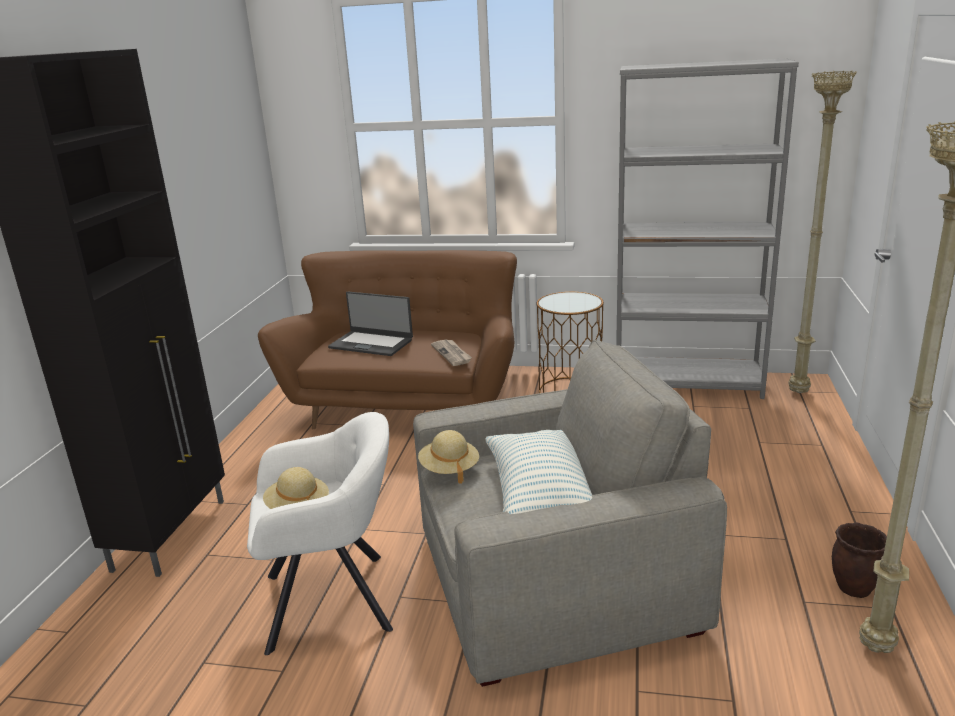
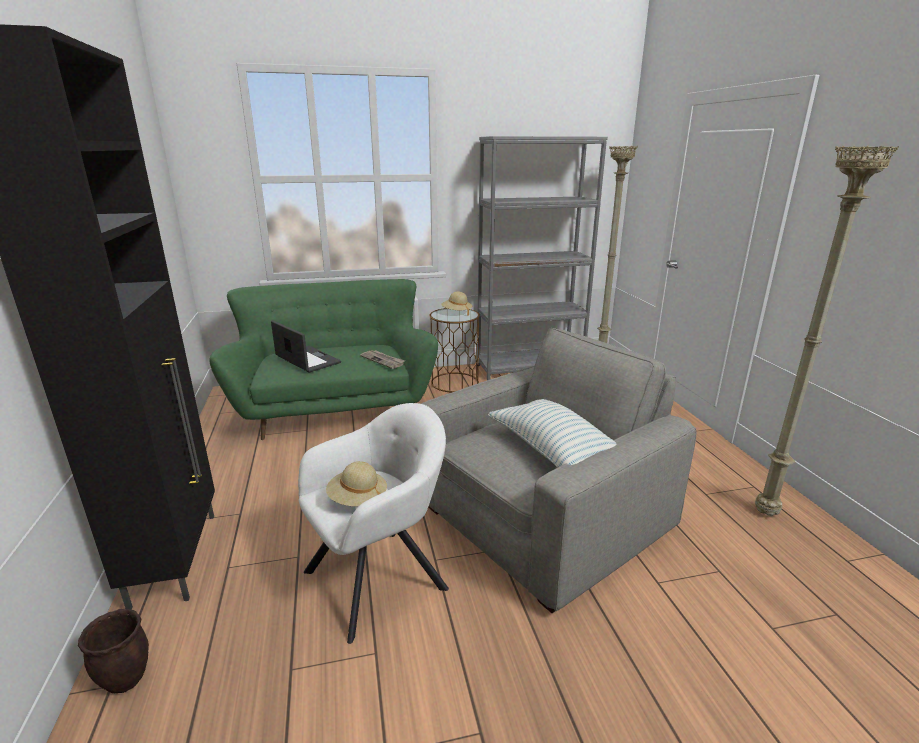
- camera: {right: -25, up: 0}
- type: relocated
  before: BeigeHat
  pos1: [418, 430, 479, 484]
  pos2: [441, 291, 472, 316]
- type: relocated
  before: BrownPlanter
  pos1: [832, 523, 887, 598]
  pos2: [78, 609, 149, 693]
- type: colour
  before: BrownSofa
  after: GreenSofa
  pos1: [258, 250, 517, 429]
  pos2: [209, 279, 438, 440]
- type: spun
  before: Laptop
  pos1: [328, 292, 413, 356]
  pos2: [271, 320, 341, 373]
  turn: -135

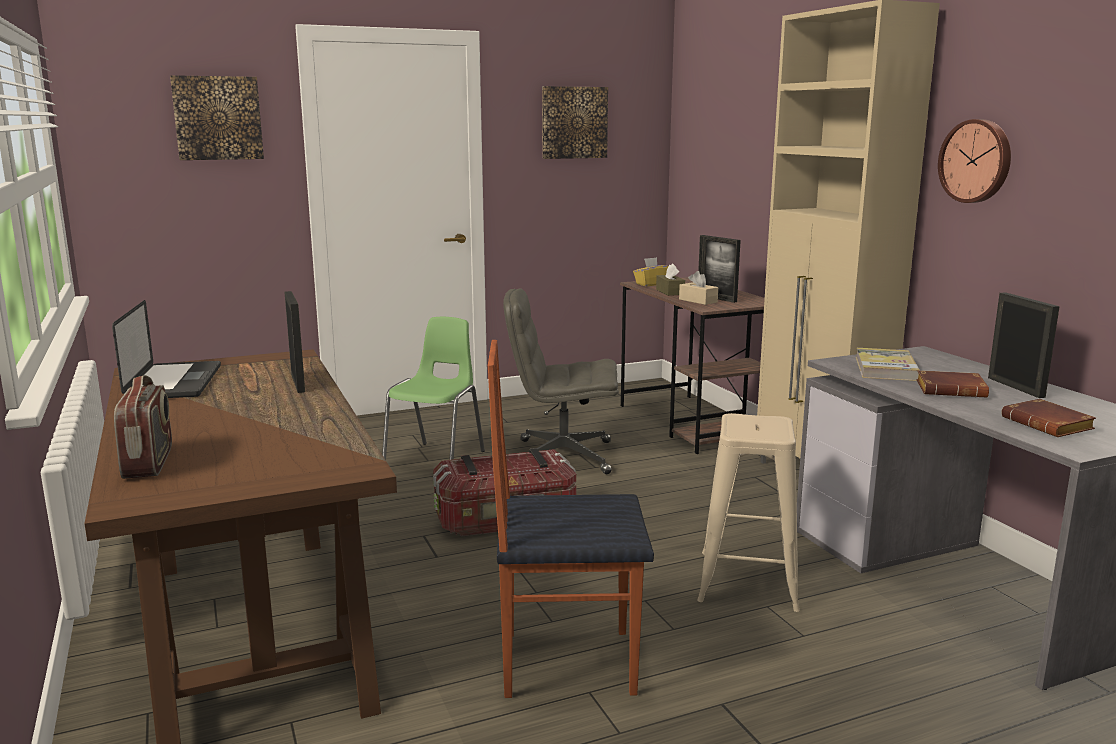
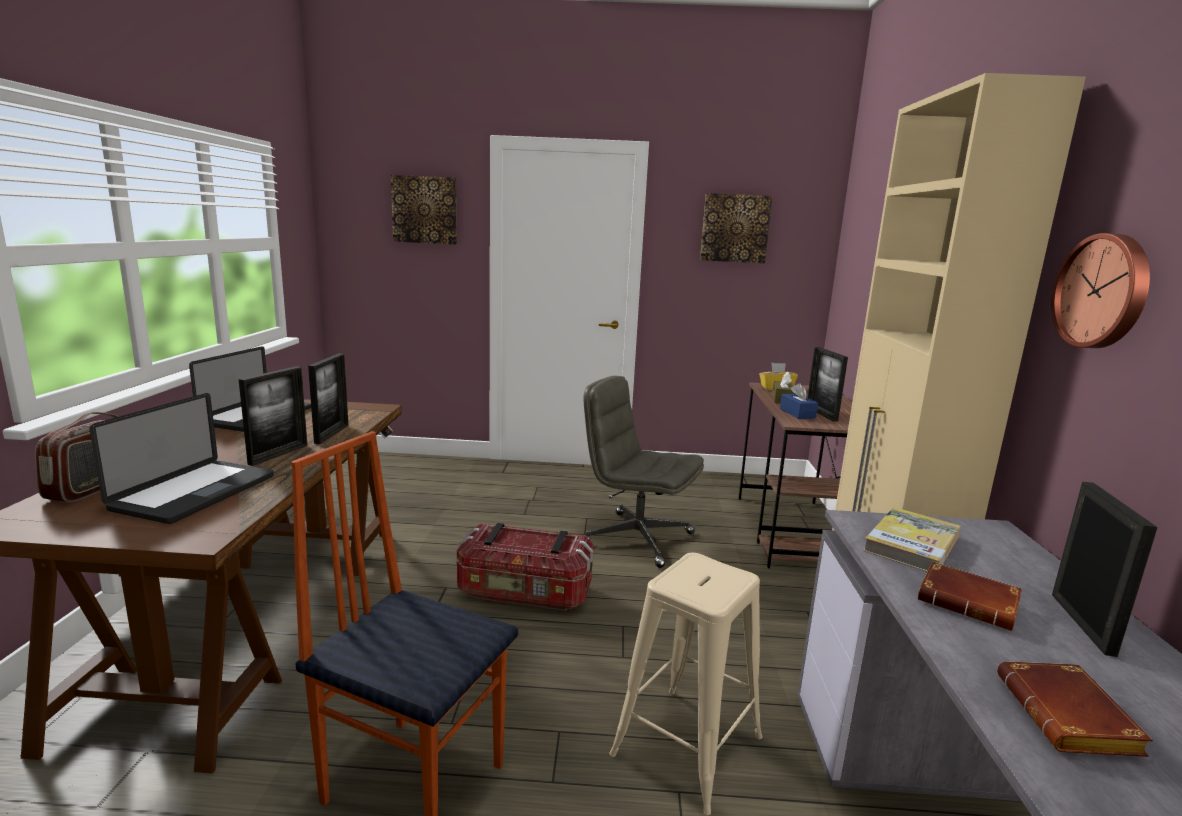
- camera: {right: 25, up: 0}
- type: missing
  before: GreenChair
  pos1: [382, 317, 485, 460]
- type: appeared
  after: Laptop
  pos2: [89, 393, 274, 524]
- type: appeared
  after: PictureFrame
  pos2: [239, 366, 308, 466]
- type: colour
  before: BeigeTissueBox
  after: BlueTissueBox
  pos1: [679, 271, 718, 305]
  pos2: [780, 383, 818, 419]

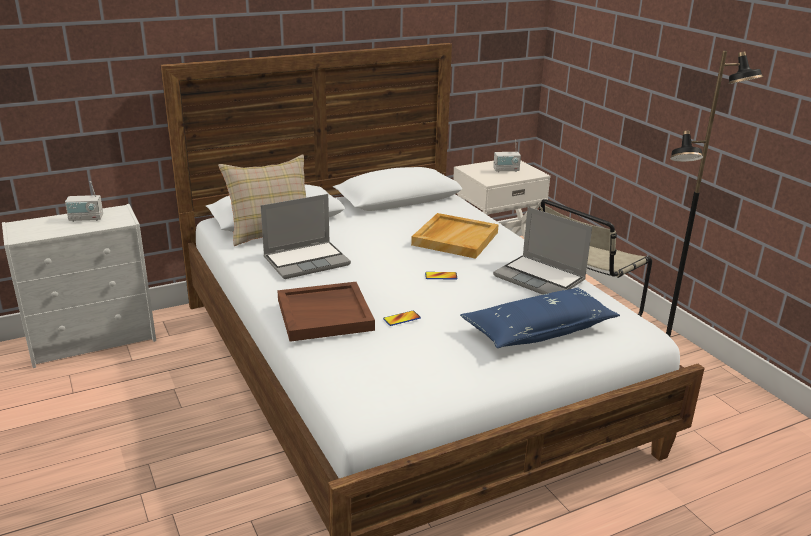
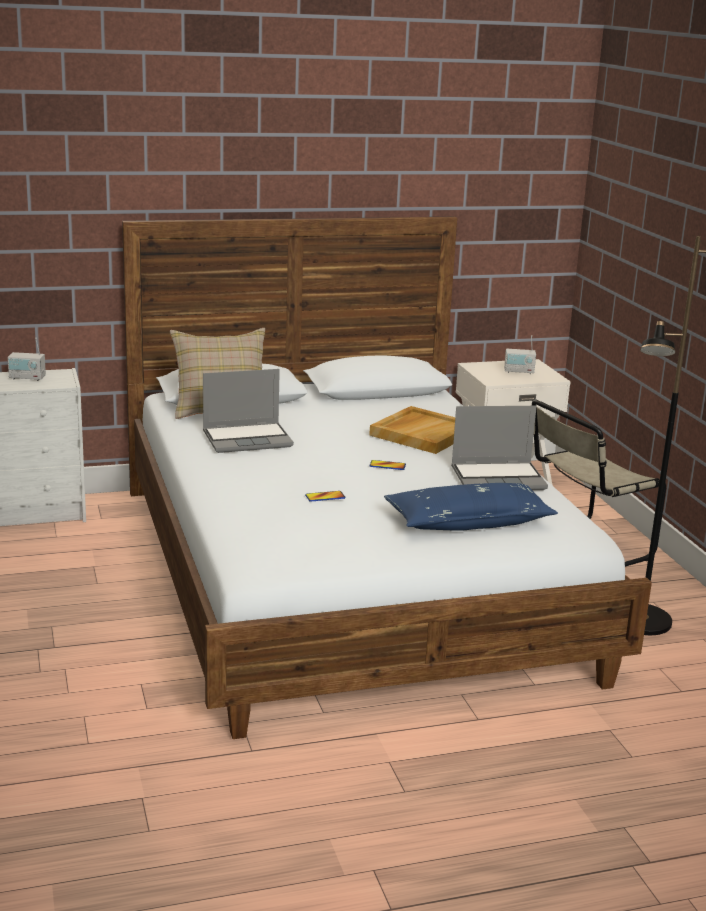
- camera: {right: 10, up: -5}
- type: missing
  before: BrownTray
  pos1: [277, 282, 375, 342]
- type: spun
  before: Laptop
  pos1: [493, 207, 592, 295]
  pos2: [451, 406, 548, 490]
  turn: -60

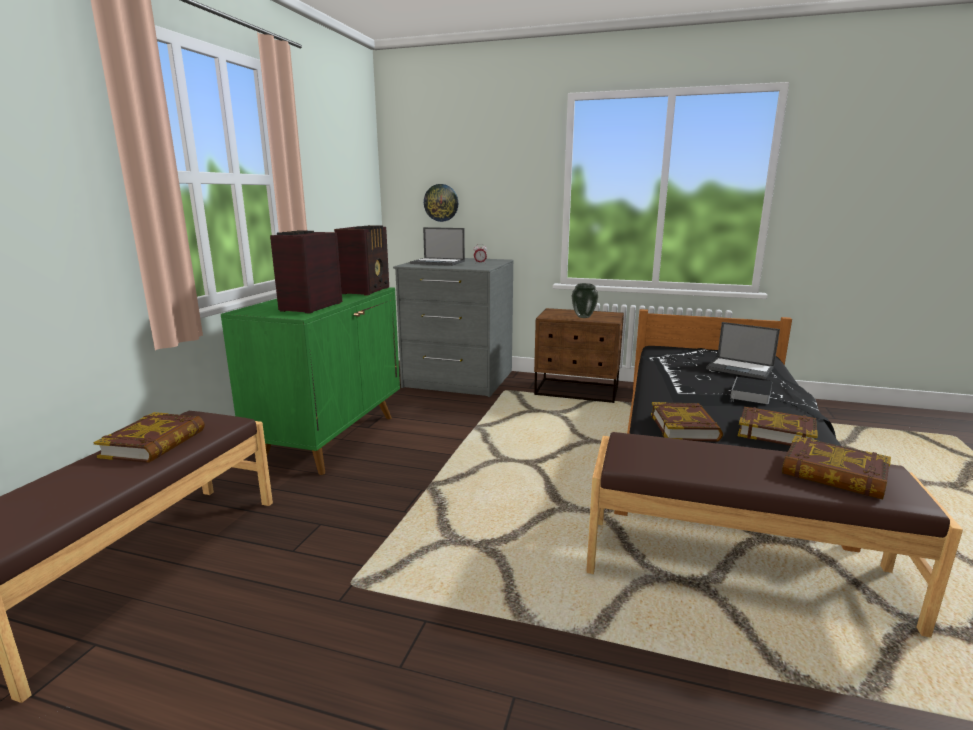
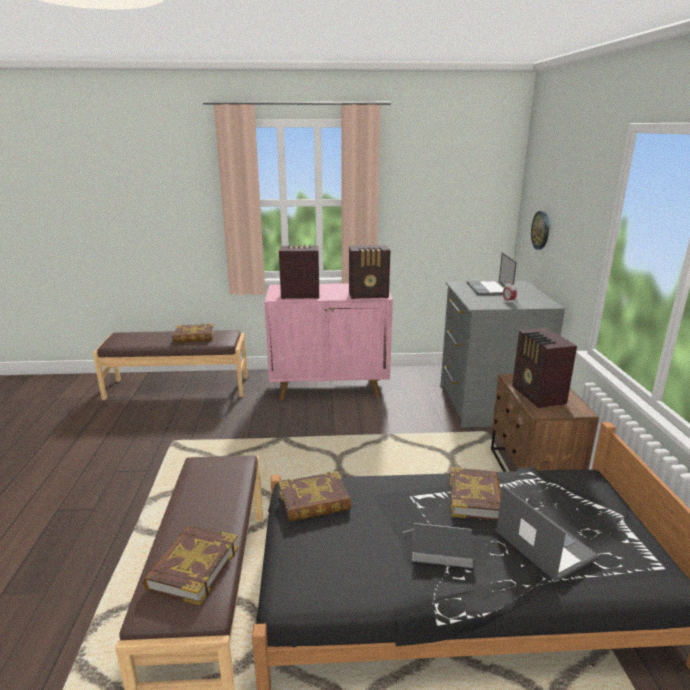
- camera: {right: 70, up: 5}
- type: relocated
  before: Book
  pos1: [738, 407, 818, 446]
  pos2: [449, 467, 501, 521]
- type: exchanged
  before: Vase
  after: Radio
  pos1: [572, 283, 598, 318]
  pos2: [512, 328, 577, 408]
- type: colour
  before: GreenCabinet
  after: PinkCabinet
  pos1: [221, 287, 400, 475]
  pos2: [264, 283, 393, 400]
- type: spun
  before: Laptop
  pos1: [706, 322, 780, 379]
  pos2: [496, 486, 599, 582]
  turn: 135

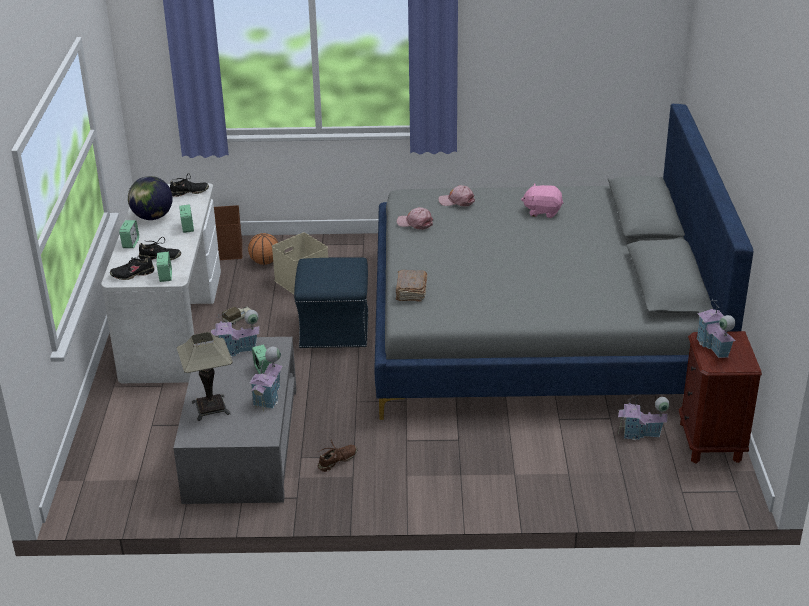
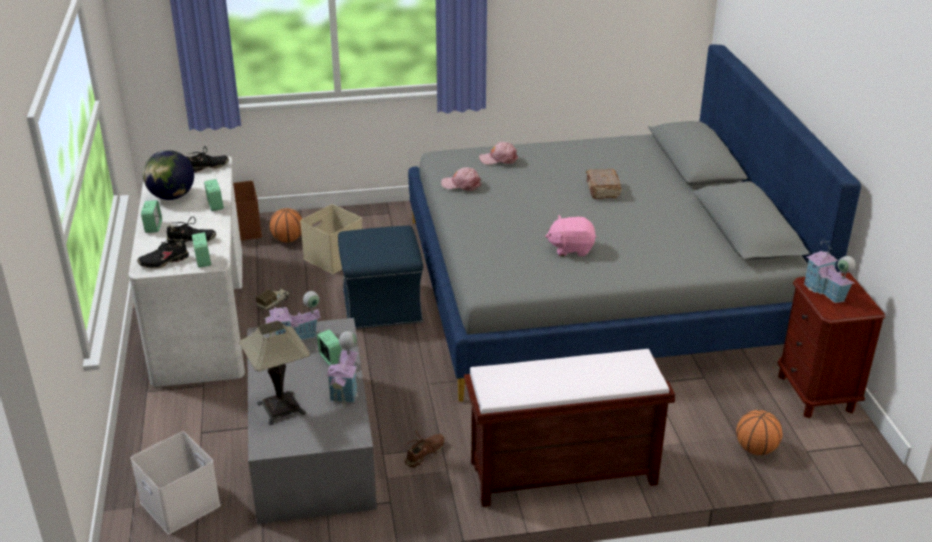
- camera: {right: -10, up: 0}
- type: missing
  before: ToyHouse
  pos1: [618, 395, 670, 440]
- type: appeared
  after: WhiteStorageBox
  pos2: [130, 432, 221, 534]
- type: appeared
  after: BrownBench
  pos2: [464, 349, 675, 507]
- type: appeared
  after: Basketball
  pos2: [736, 410, 783, 455]
- type: relocated
  before: BrownBook
  pos1: [396, 270, 427, 302]
  pos2: [586, 169, 622, 199]
- type: relocated
  before: PinkPlushToy
  pos1: [521, 183, 563, 218]
  pos2: [545, 215, 596, 256]

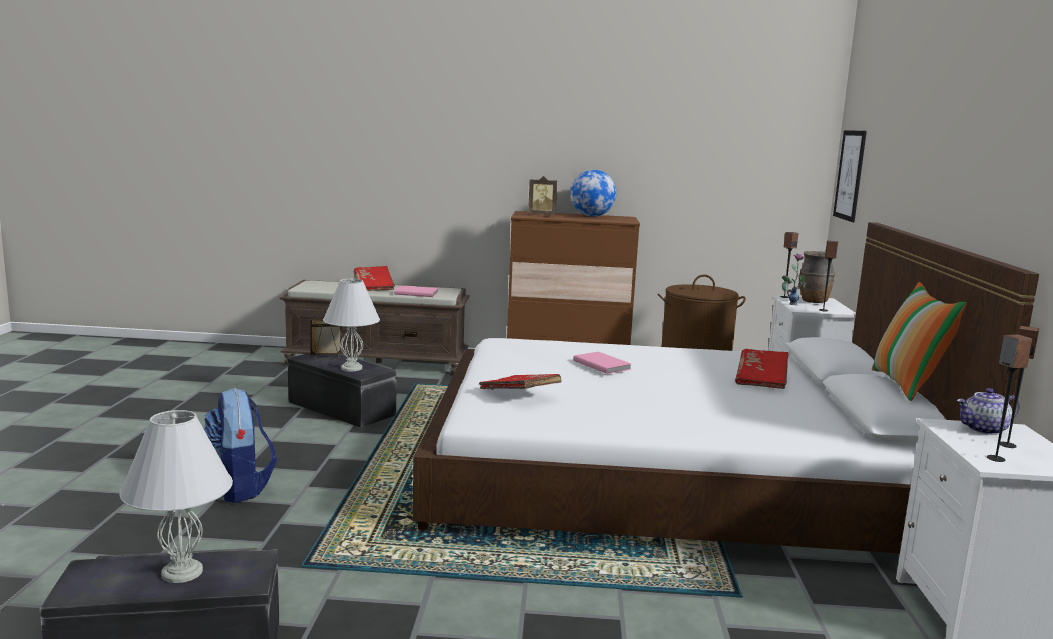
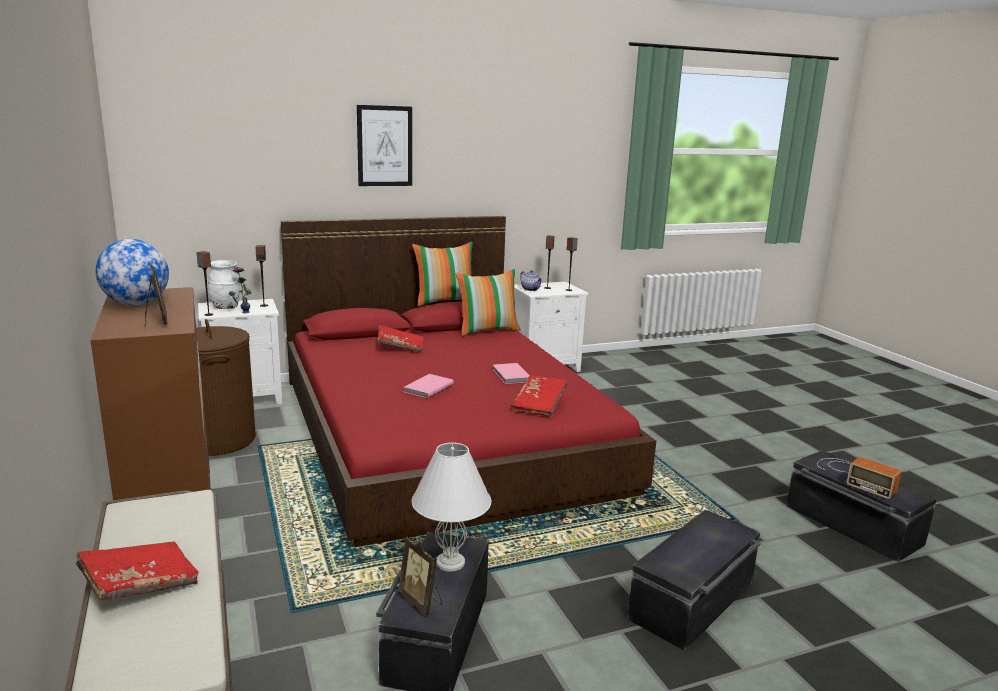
- camera: {right: -115, up: 5}
- type: appeared
  after: Pillow
  pos2: [455, 269, 521, 336]
- type: relocated
  before: PinkBook
  pos1: [394, 286, 439, 297]
  pos2: [492, 363, 530, 384]
- type: relocated
  before: Picture
  pos1: [833, 131, 867, 222]
  pos2: [357, 105, 412, 186]
- type: exchanged
  before: WhiteTableLamp
  after: Radio
  pos1: [120, 410, 233, 583]
  pos2: [817, 457, 901, 499]
- type: exchanged
  before: Backpack
  after: BlackStorageBox
  pos1: [204, 388, 277, 503]
  pos2: [627, 510, 761, 651]
- type: colour
  before: WhiteBed
  after: RedBed
  pos1: [413, 222, 1039, 553]
  pos2: [281, 216, 656, 547]
- type: colour
  before: BrownVase
  after: WhiteVase
  pos1: [799, 251, 835, 303]
  pos2: [208, 260, 240, 309]

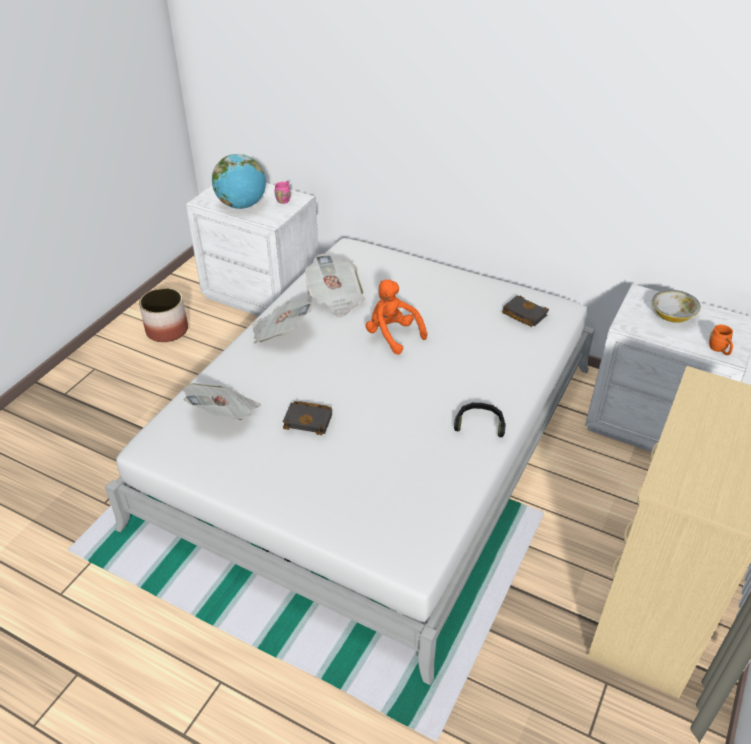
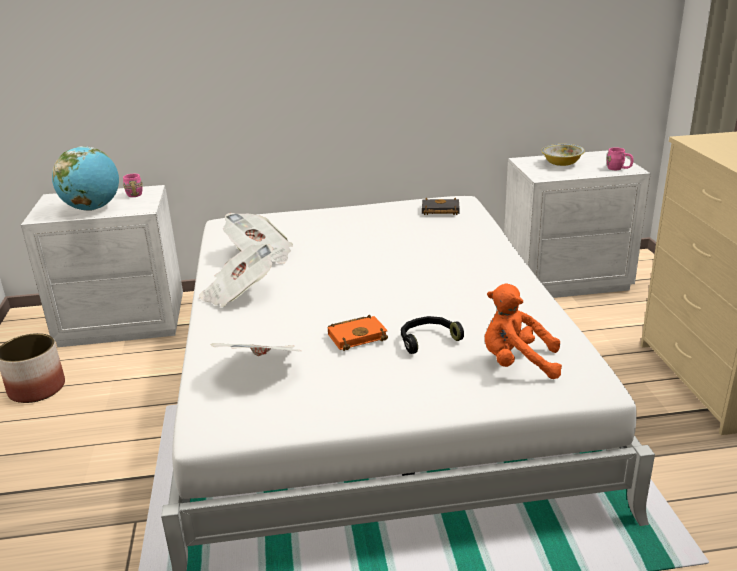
- camera: {right: -35, up: -15}
- type: relocated
  before: OrangePlushToy
  pos1: [365, 279, 427, 355]
  pos2: [485, 284, 562, 379]
- type: relocated
  before: BlackHeadphones
  pos1: [454, 403, 506, 437]
  pos2: [401, 316, 464, 354]
- type: colour
  before: BlackBook
  after: OrangeBook
  pos1: [283, 401, 332, 435]
  pos2: [328, 315, 388, 351]
- type: colour
  before: OrangeMug
  after: PinkMug
  pos1: [709, 325, 733, 355]
  pos2: [607, 147, 634, 170]

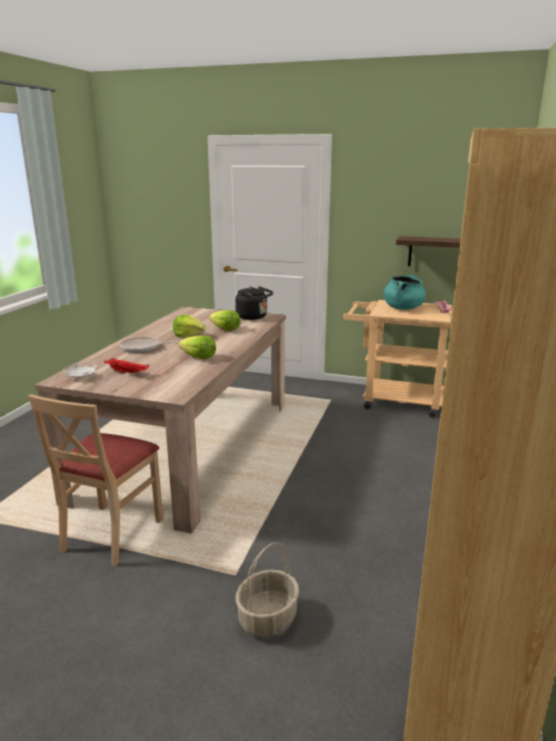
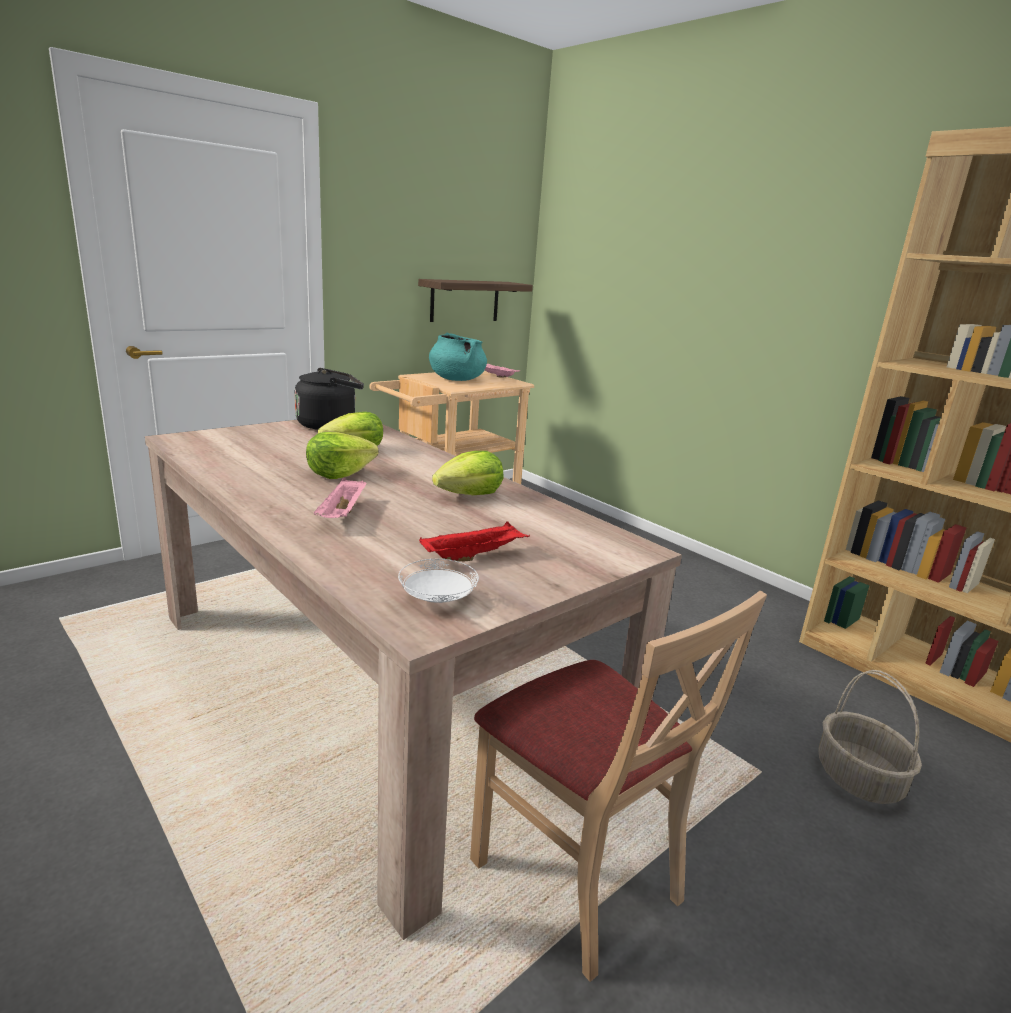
- camera: {right: -60, up: 0}
- type: exchanged
  before: FryingPan
  after: PinkTray
  pos1: [120, 337, 178, 353]
  pos2: [314, 478, 366, 518]

